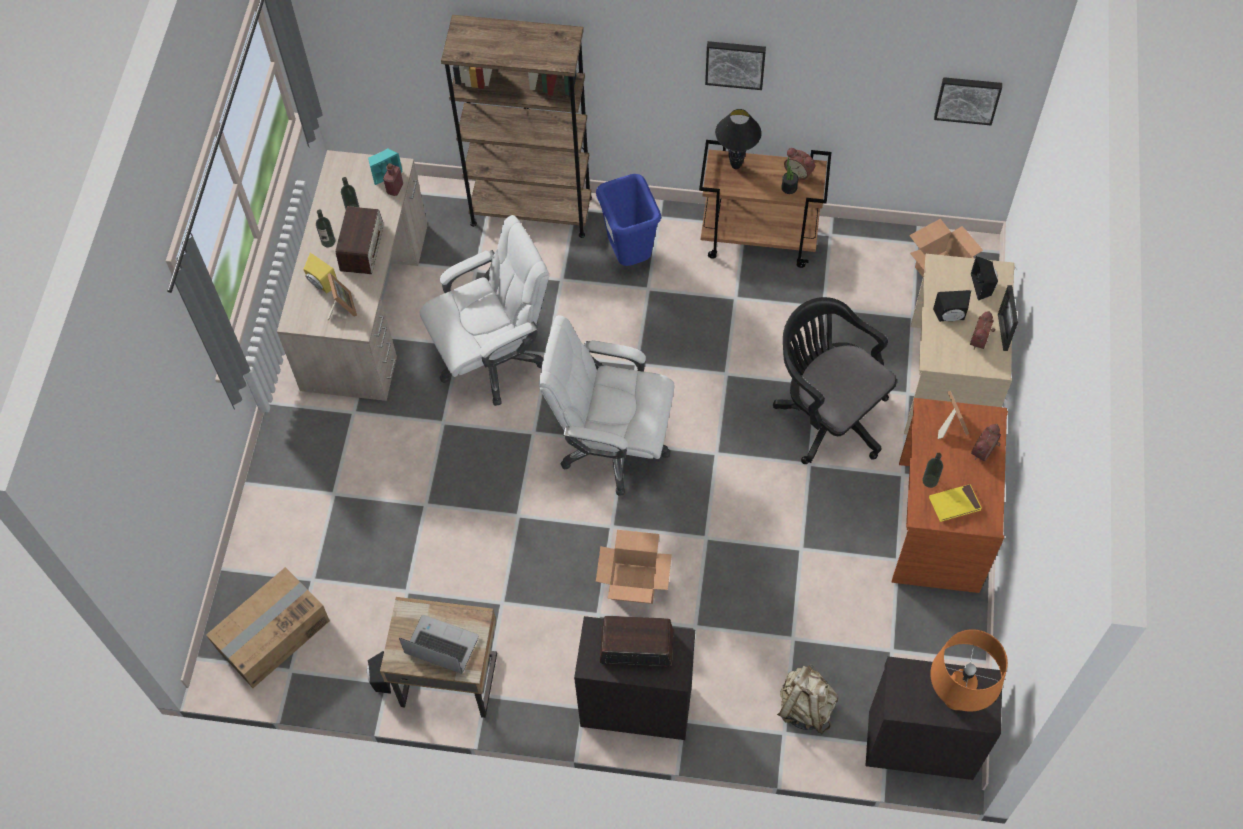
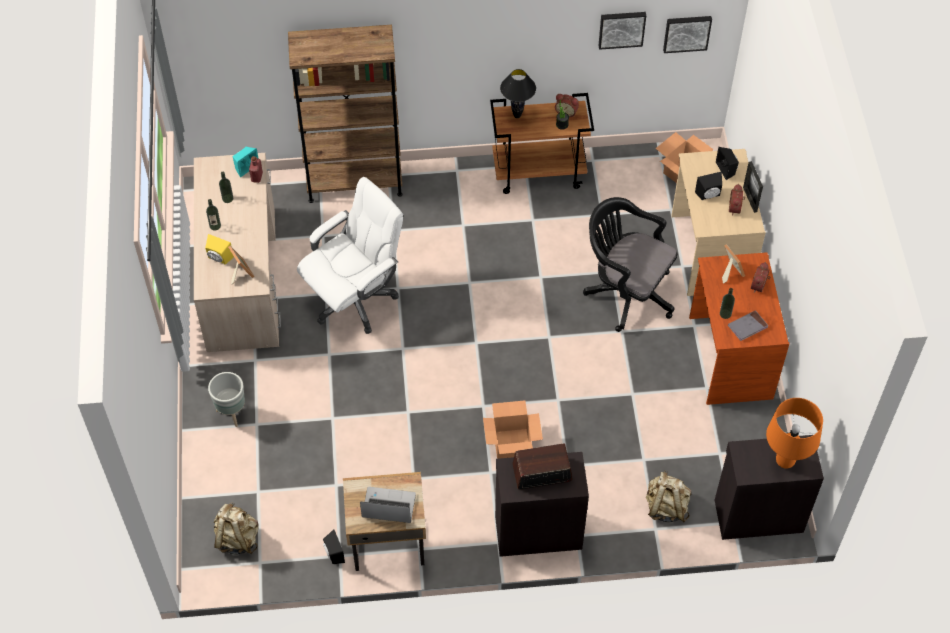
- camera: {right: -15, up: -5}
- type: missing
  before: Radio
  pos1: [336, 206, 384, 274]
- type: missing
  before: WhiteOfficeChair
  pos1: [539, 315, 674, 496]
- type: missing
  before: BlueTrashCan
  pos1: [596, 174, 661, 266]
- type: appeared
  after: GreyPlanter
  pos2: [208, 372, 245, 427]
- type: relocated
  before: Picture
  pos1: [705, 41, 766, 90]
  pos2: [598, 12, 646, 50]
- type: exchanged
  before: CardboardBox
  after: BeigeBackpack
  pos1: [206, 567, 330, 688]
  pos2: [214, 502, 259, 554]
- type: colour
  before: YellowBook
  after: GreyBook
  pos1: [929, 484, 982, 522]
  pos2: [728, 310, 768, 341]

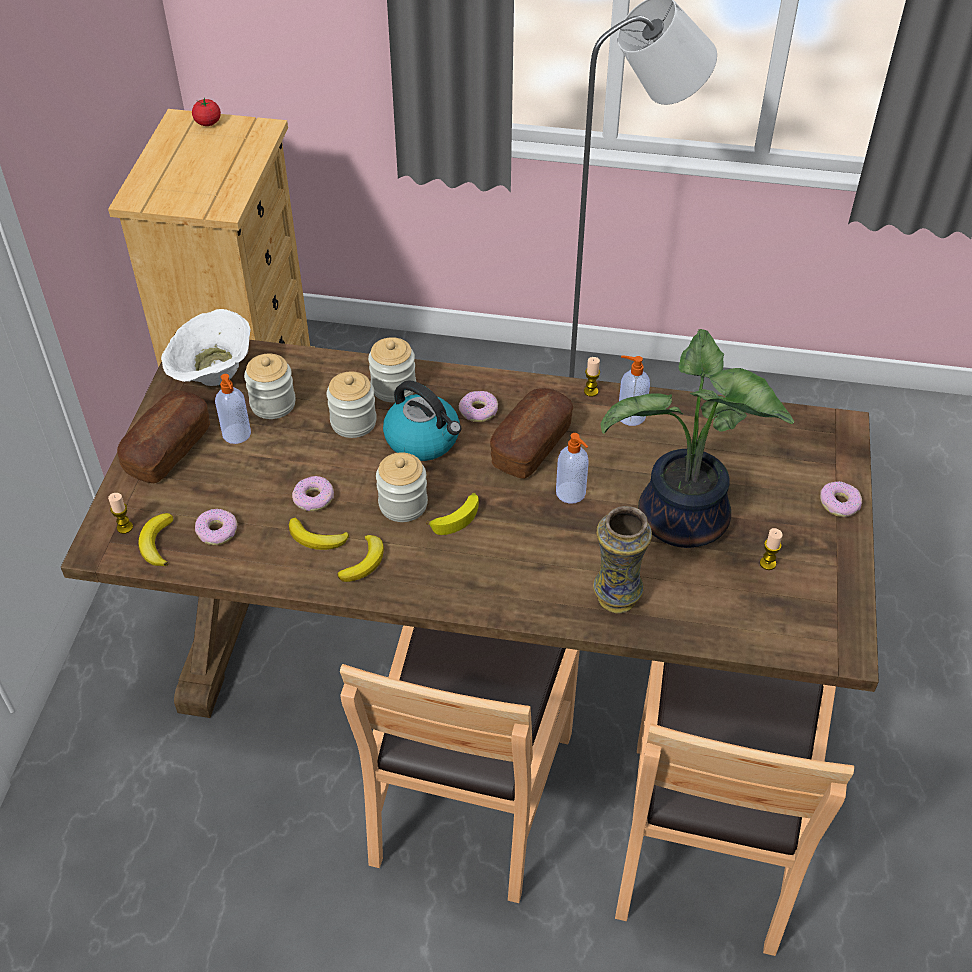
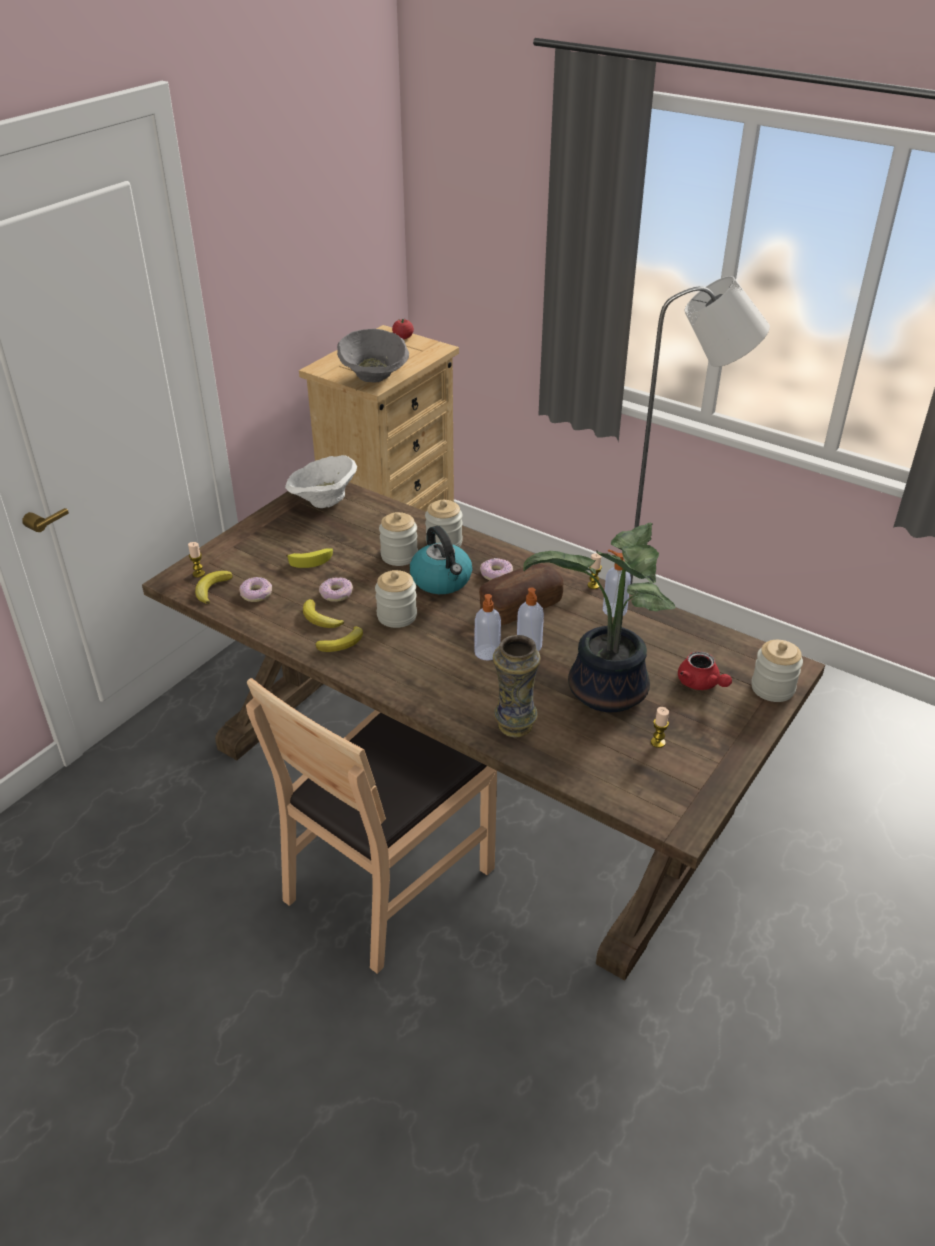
- camera: {right: 25, up: -10}
- type: missing
  before: Bread
  pos1: [117, 390, 210, 483]
- type: missing
  before: BrownChair
  pos1: [615, 661, 854, 956]
- type: missing
  before: Donut
  pos1: [820, 481, 862, 517]
- type: appeared
  after: GreyBowl
  pos2: [337, 329, 409, 383]
- type: appeared
  after: RedTeapot
  pos2: [678, 651, 732, 690]
- type: relocated
  before: SoapDispenser
  pos1: [215, 374, 251, 444]
  pos2: [474, 594, 501, 660]
- type: relocated
  before: Jar
  pos1: [244, 354, 296, 419]
  pos2: [751, 640, 803, 702]
- type: relocated
  before: Banana
  pos1: [426, 493, 479, 535]
  pos2: [286, 548, 333, 568]

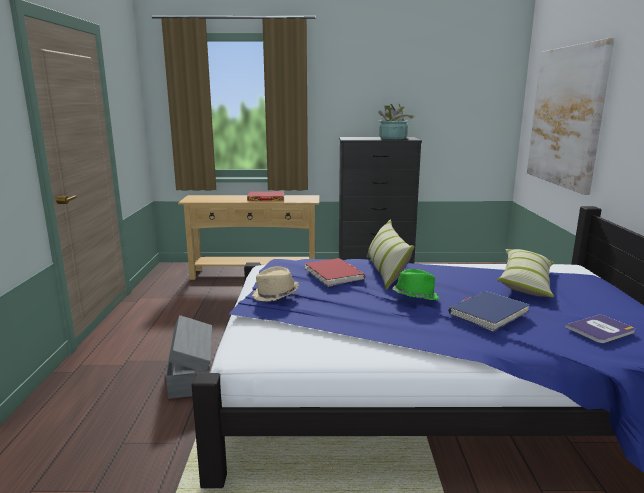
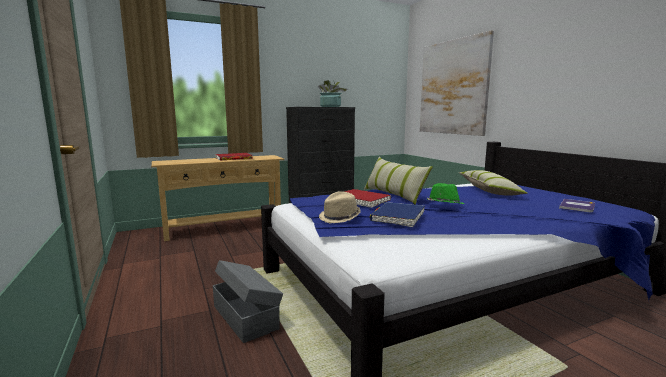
- camera: {right: -25, up: -5}
- type: relocated
  before: BlueBook
  pos1: [448, 291, 529, 331]
  pos2: [370, 202, 425, 227]

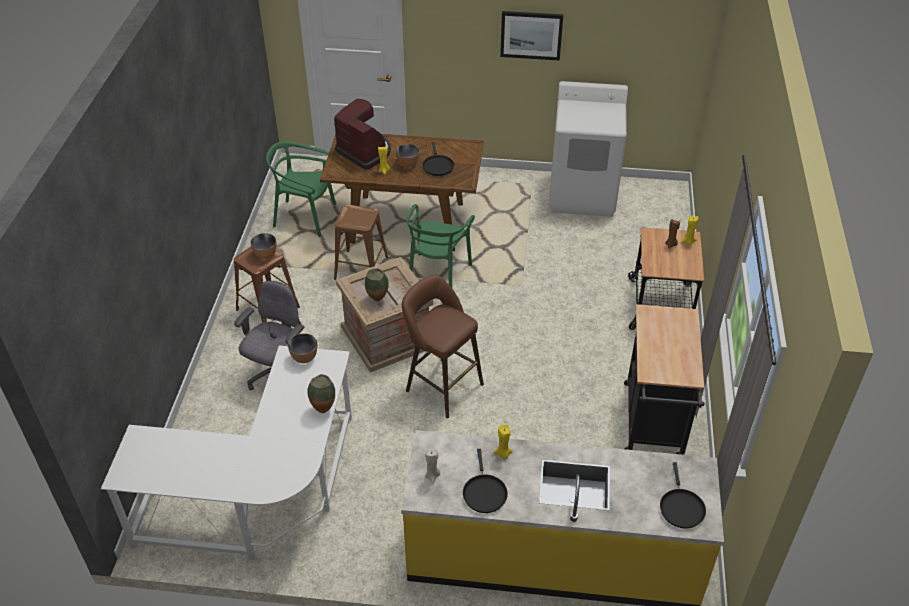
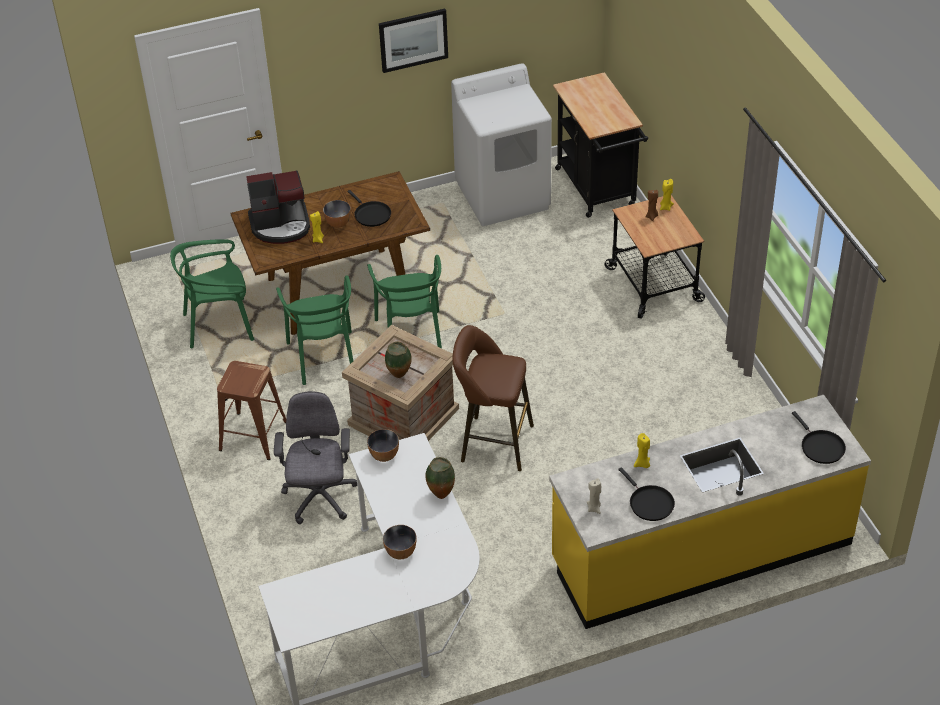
- camera: {right: -25, up: 0}
- type: relocated
  before: Bowl
  pos1: [250, 233, 277, 259]
  pos2: [383, 525, 417, 559]
- type: relocated
  before: BlackCart
  pos1: [624, 304, 704, 455]
  pos2: [553, 72, 648, 218]
- type: exchanged
  before: BrownStool
  after: GreenChair
  pos1: [334, 205, 388, 280]
  pos2: [276, 275, 353, 385]
- type: spun
  before: CoffeeMachine
  pos1: [334, 99, 391, 169]
  pos2: [246, 170, 310, 244]
  turn: 150

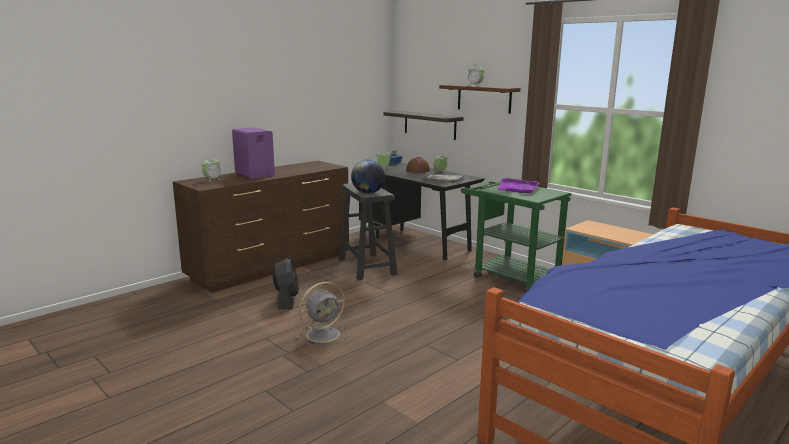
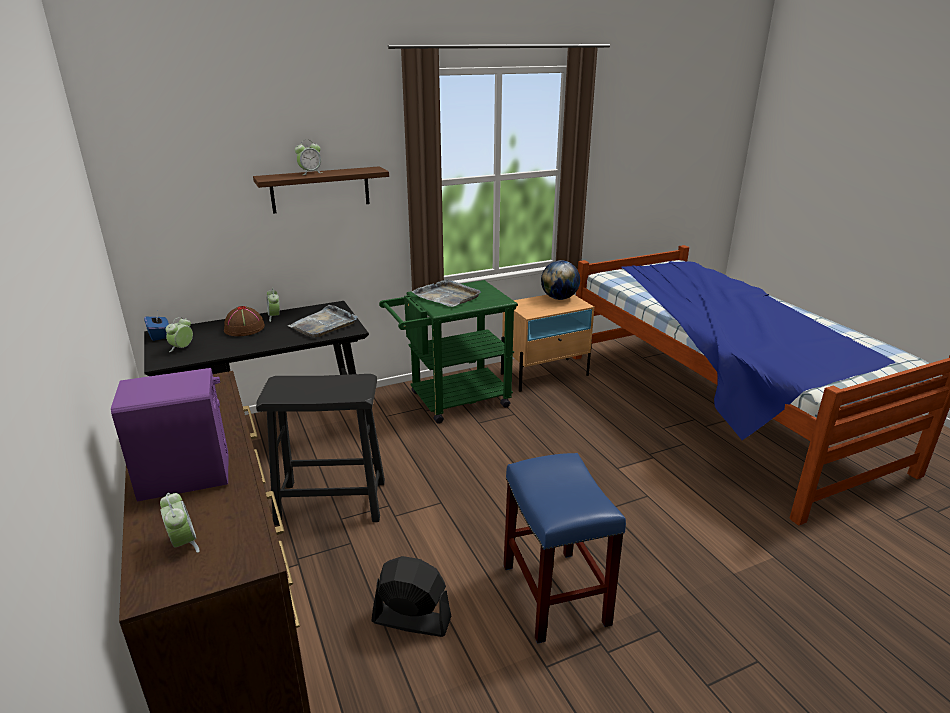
- camera: {right: -70, up: 10}
- type: missing
  before: Shelf
  pos1: [383, 111, 463, 140]
- type: relocated
  before: Globe
  pos1: [351, 159, 385, 194]
  pos2: [541, 260, 580, 300]
- type: exchanged
  before: GreyFan
  after: BlueStool
  pos1: [296, 282, 349, 346]
  pos2: [503, 453, 626, 644]
- type: colour
  before: PurpleTray
  after: GreyTray
  pos1: [498, 178, 540, 193]
  pos2: [412, 279, 481, 307]

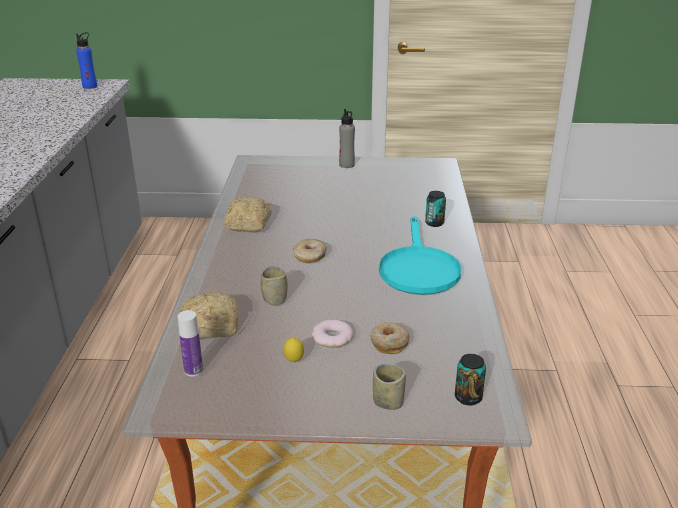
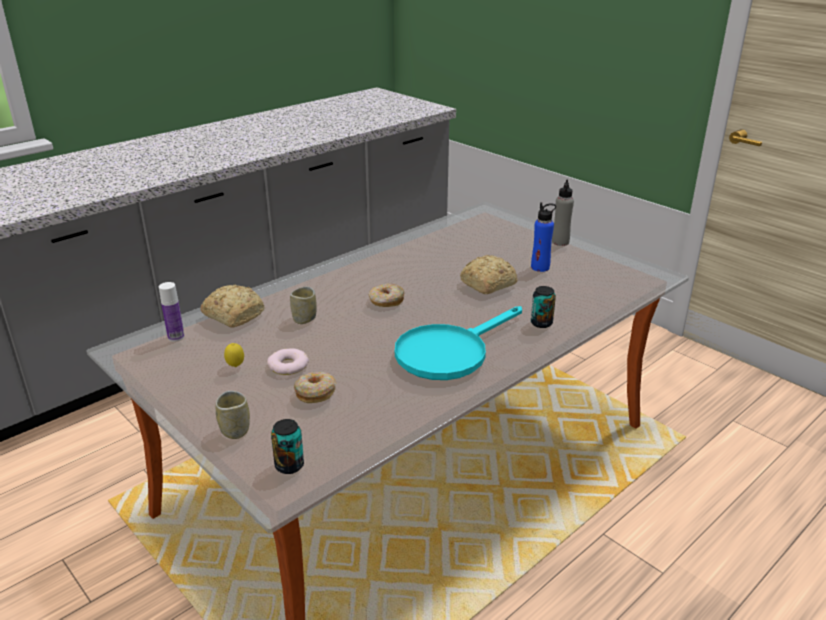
- camera: {right: 45, up: 0}
- type: relocated
  before: BlueBottle
  pos1: [76, 32, 97, 89]
  pos2: [531, 202, 556, 272]
- type: relocated
  before: Bread
  pos1: [224, 197, 271, 232]
  pos2: [460, 255, 517, 294]

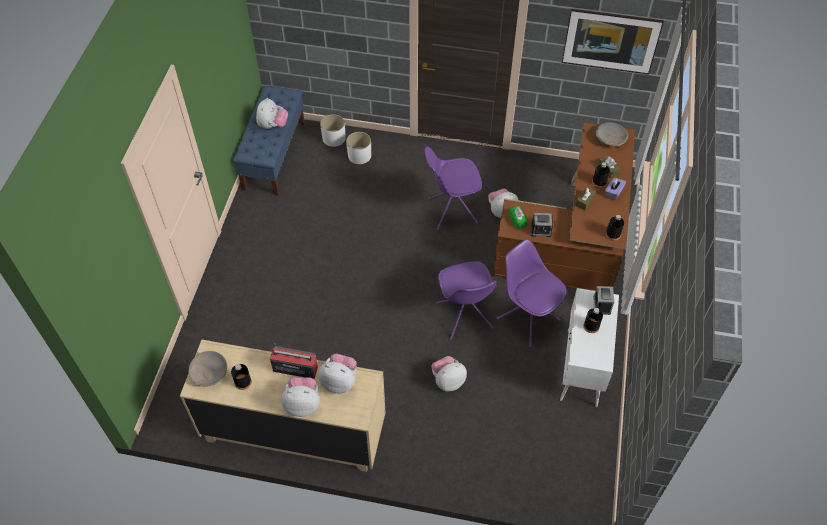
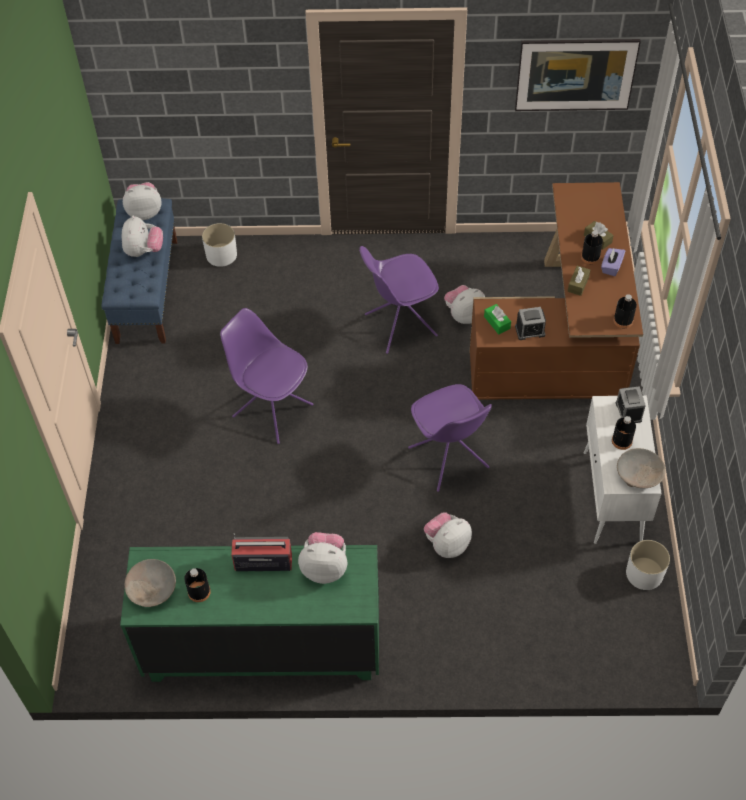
- camera: {right: -10, up: 0}
- type: relocated
  before: PlushToy
  pos1: [281, 377, 320, 417]
  pos2: [123, 182, 161, 220]
- type: relocated
  before: WhitePlanter
  pos1: [346, 132, 371, 164]
  pos2: [626, 540, 670, 590]
- type: relocated
  before: PurpleChair
  pos1: [496, 239, 567, 347]
  pos2: [220, 308, 313, 444]
- type: relocated
  before: BeigeBowl
  pos1: [596, 122, 628, 147]
  pos2: [617, 448, 665, 488]
- type: colour
  before: BeigeDresser
  after: GreenDresser
  pos1: [180, 339, 385, 472]
  pos2: [120, 545, 379, 682]

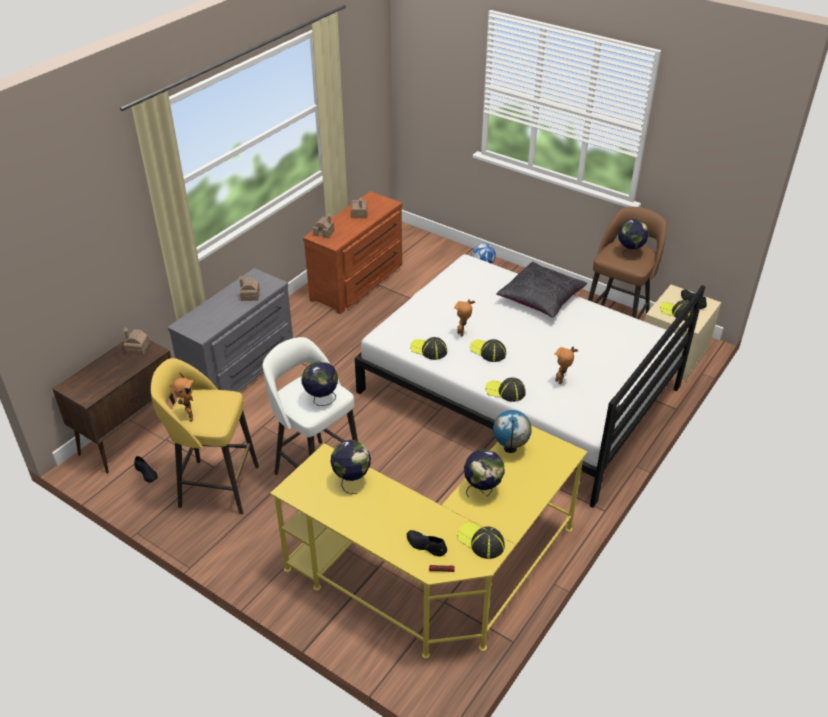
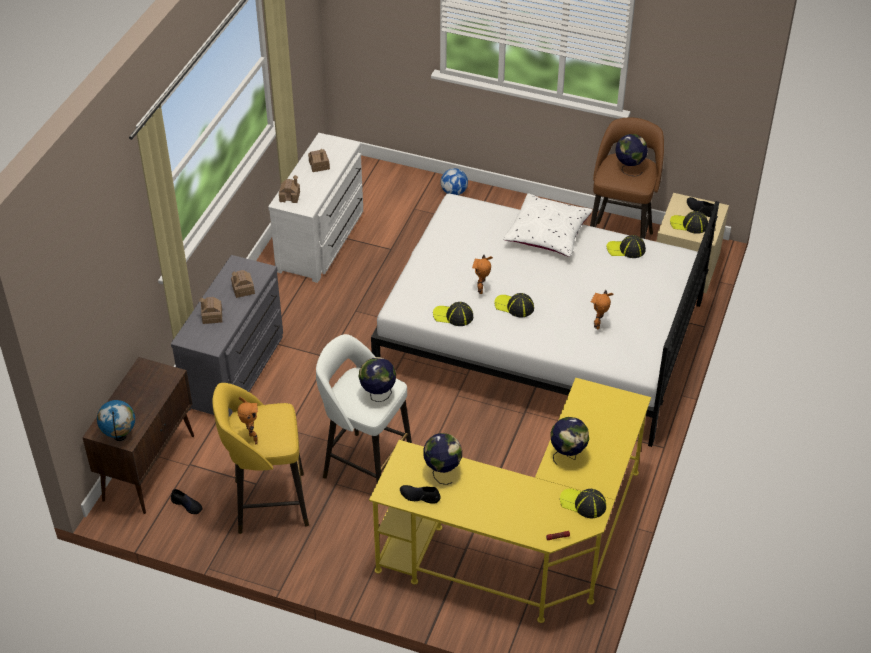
- camera: {right: -15, up: 5}
- type: relocated
  before: ToyHouse
  pos1: [123, 328, 150, 355]
  pos2: [199, 297, 222, 324]
- type: relocated
  before: BlackShoe
  pos1: [407, 530, 447, 557]
  pos2: [400, 485, 441, 504]
- type: relocated
  before: Cap
  pos1: [486, 377, 526, 402]
  pos2: [607, 235, 646, 258]
- type: relocated
  before: Globe
  pos1: [493, 410, 532, 453]
  pos2: [97, 400, 135, 441]
- type: colour
  before: BrownDresser
  after: WhiteDresser
  pos1: [303, 191, 402, 314]
  pos2: [268, 133, 363, 283]
- type: colour
  before: BlackPillow
  after: WhitePillow
  pos1: [496, 262, 587, 318]
  pos2: [503, 193, 592, 257]

